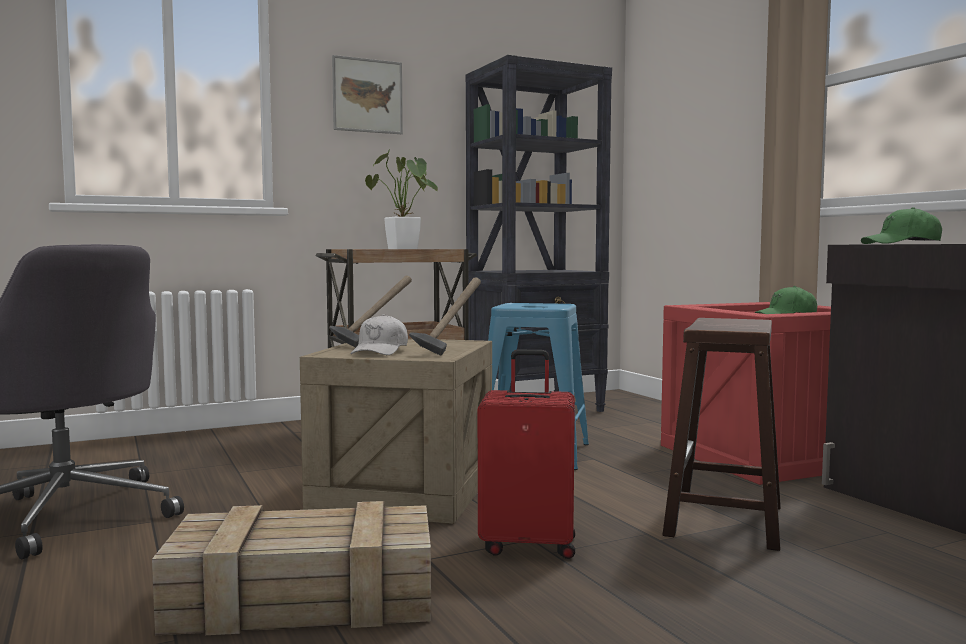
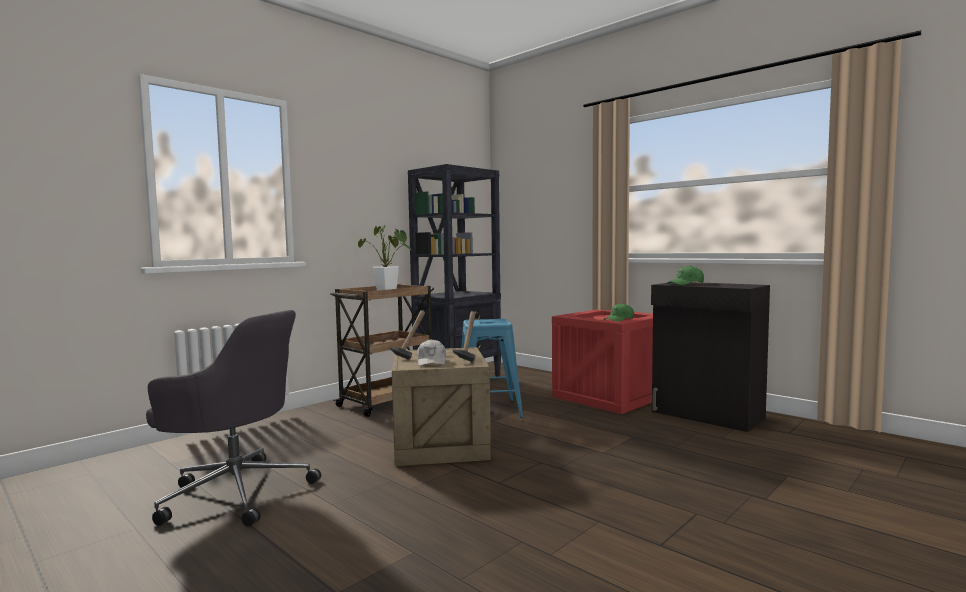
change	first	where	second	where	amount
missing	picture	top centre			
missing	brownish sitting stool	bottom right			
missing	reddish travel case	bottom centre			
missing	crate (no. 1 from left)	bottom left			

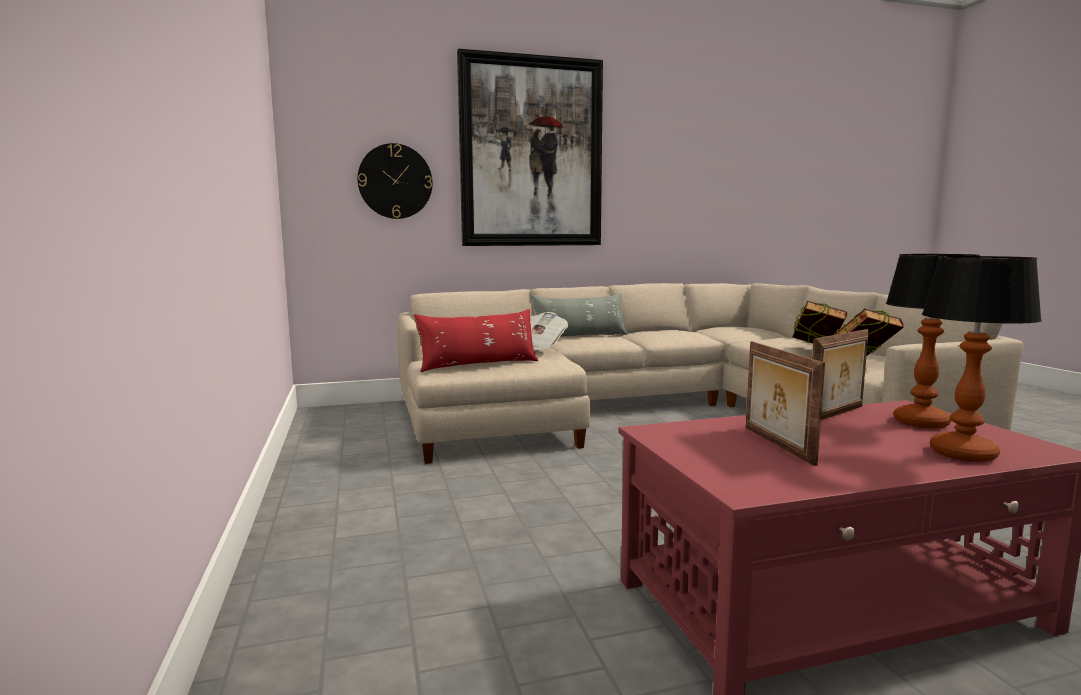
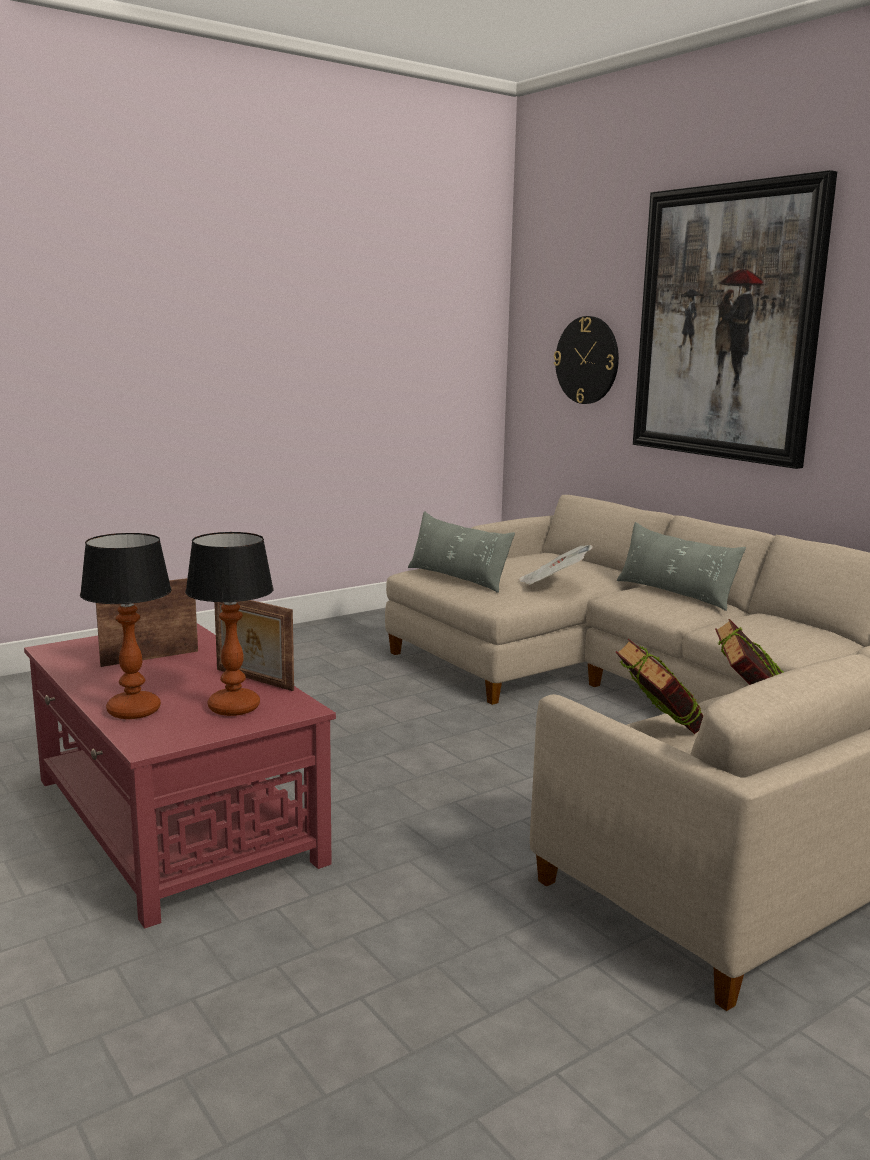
change	first	where	second	where	amount
colour	reddish cushion	centre	greyish cushion (no. 1 from left)	centre	

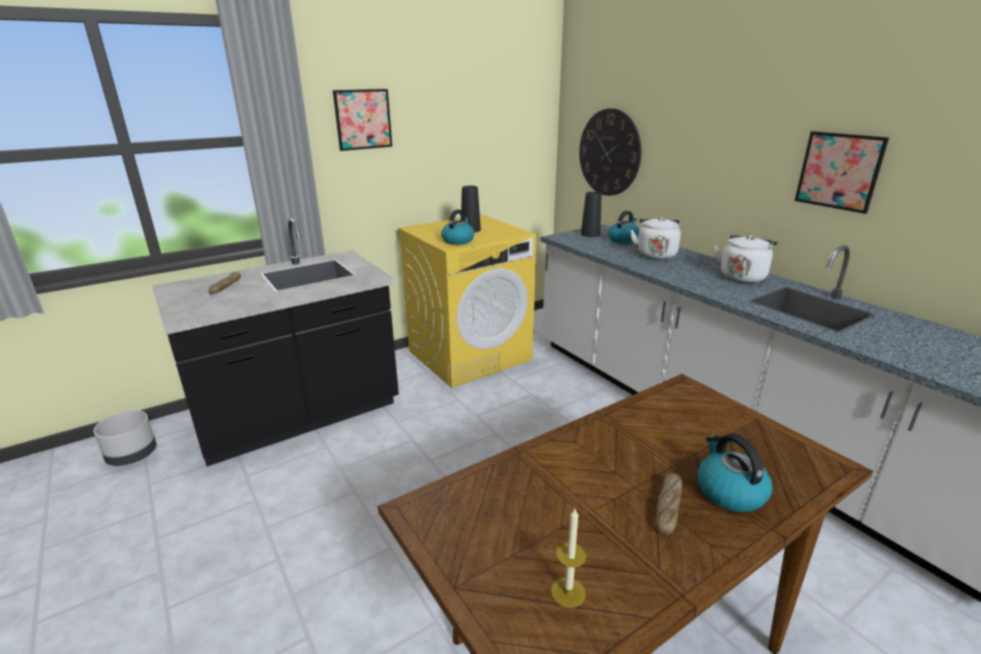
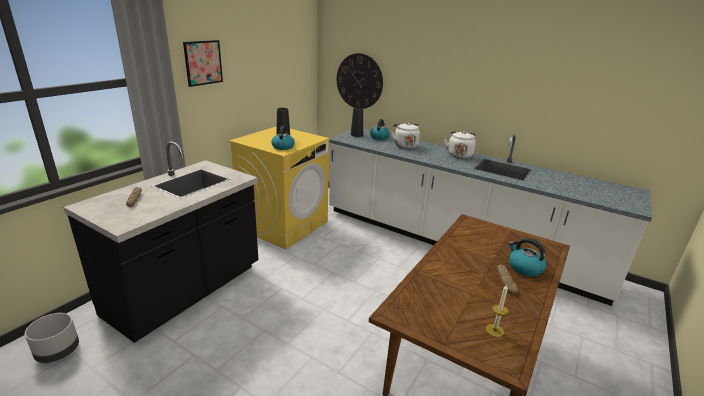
change	first	where	second	where	amount
missing	picture (no. 2 from left)	top right			

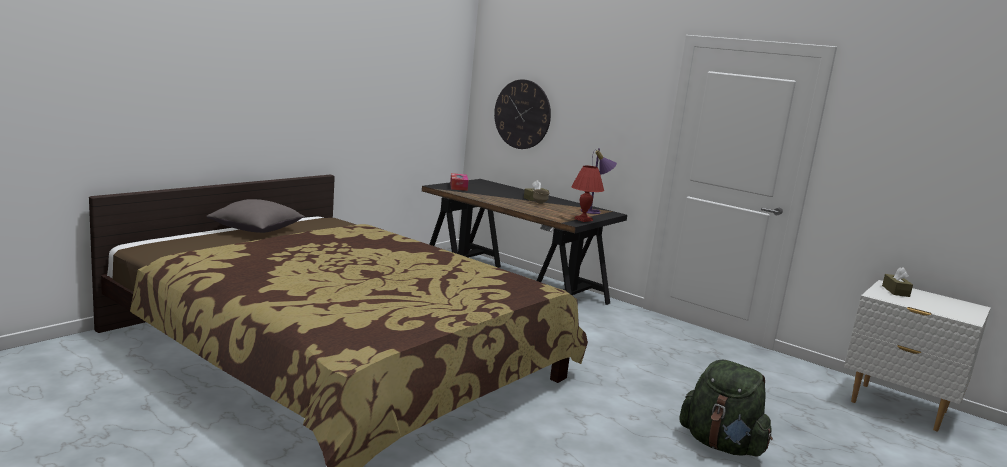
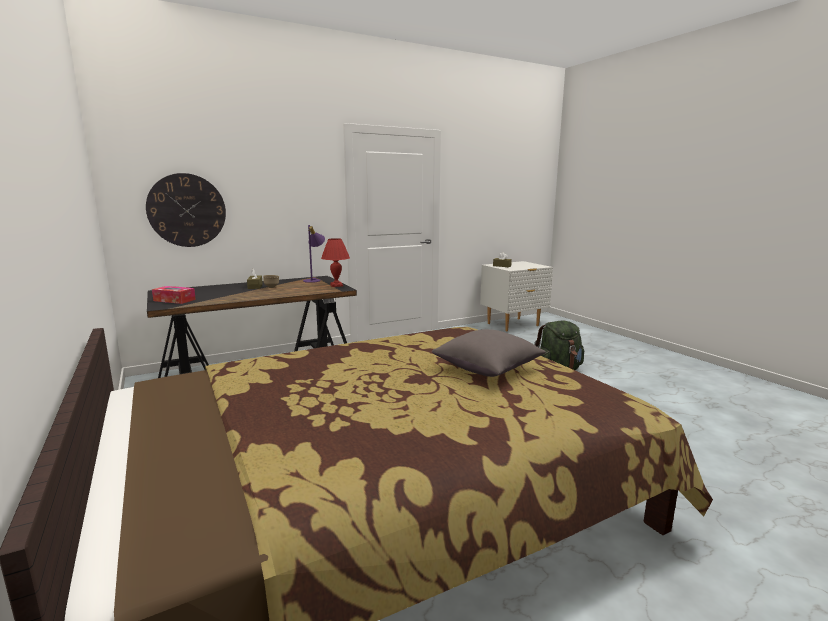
change	first	where	second	where	amount
relocated	greyish cushion	middle left		centre	

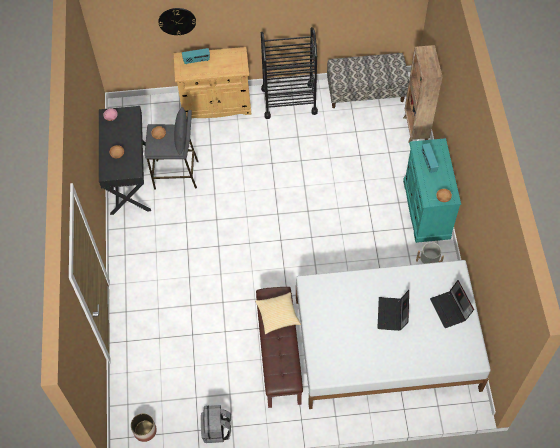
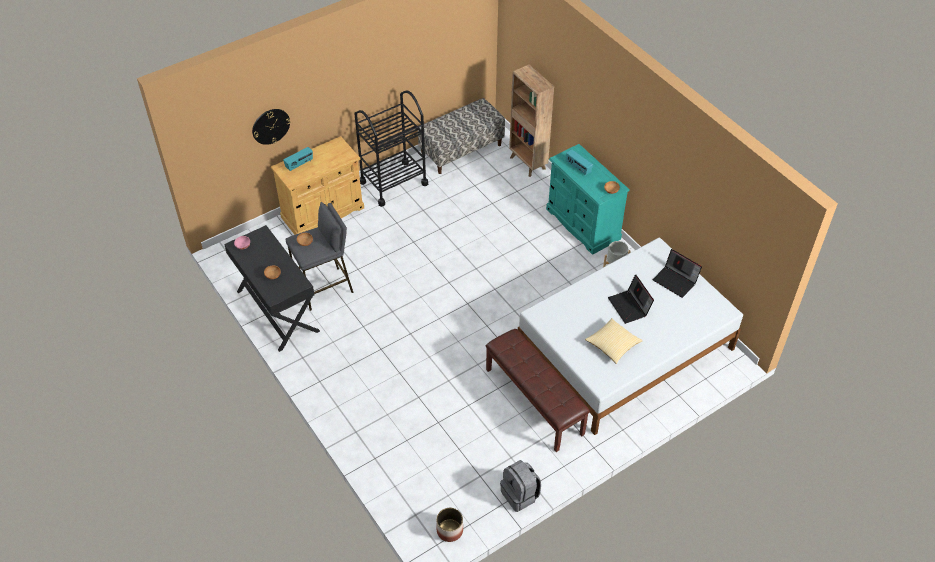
change	first	where	second	where	amount
relocated	cushion	bottom centre		centre	

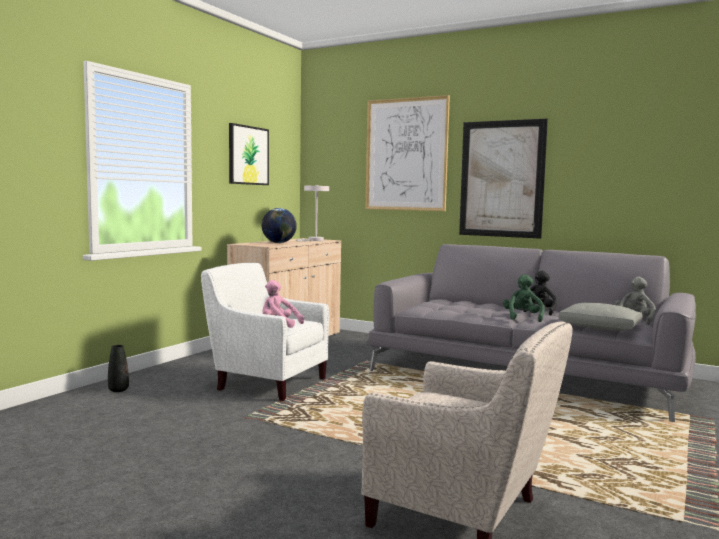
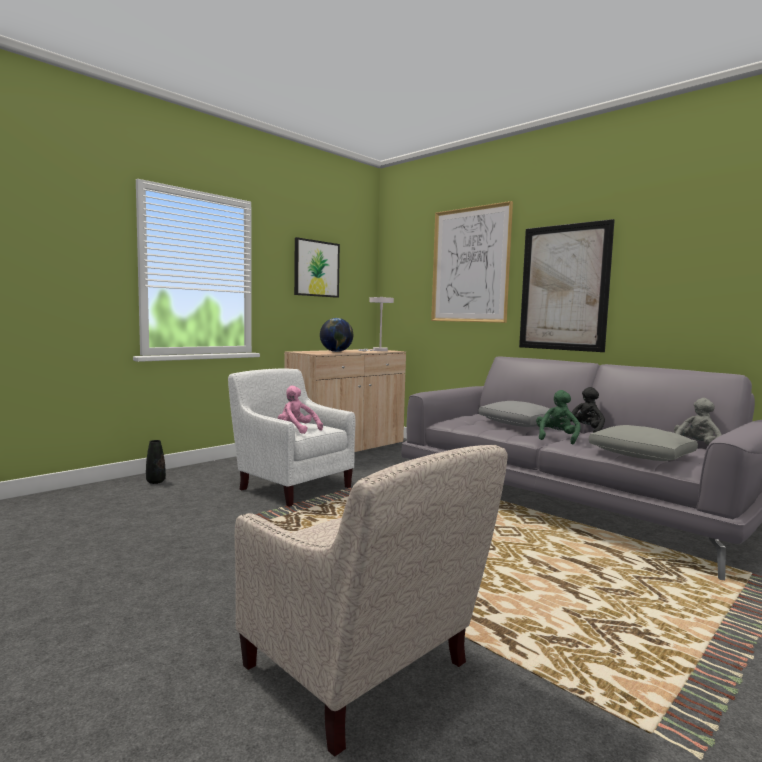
change	first	where	second	where	amount
appeared			greyish cushion (no. 1 from left)	middle right	

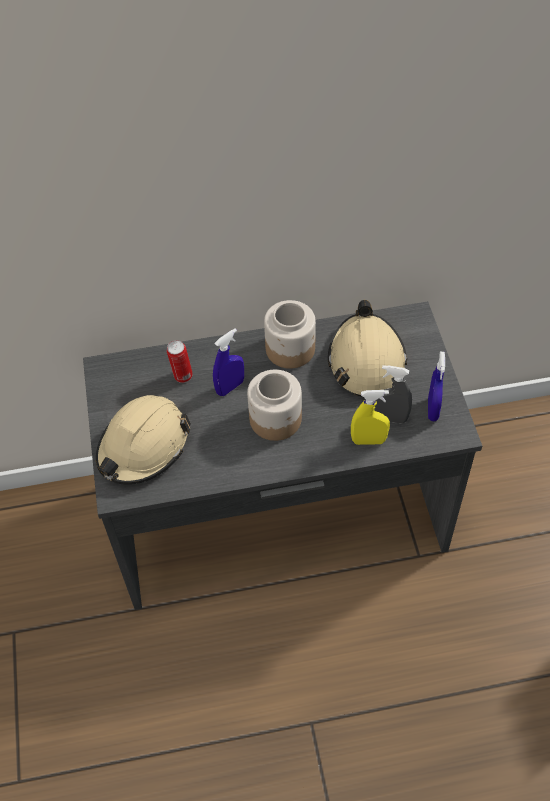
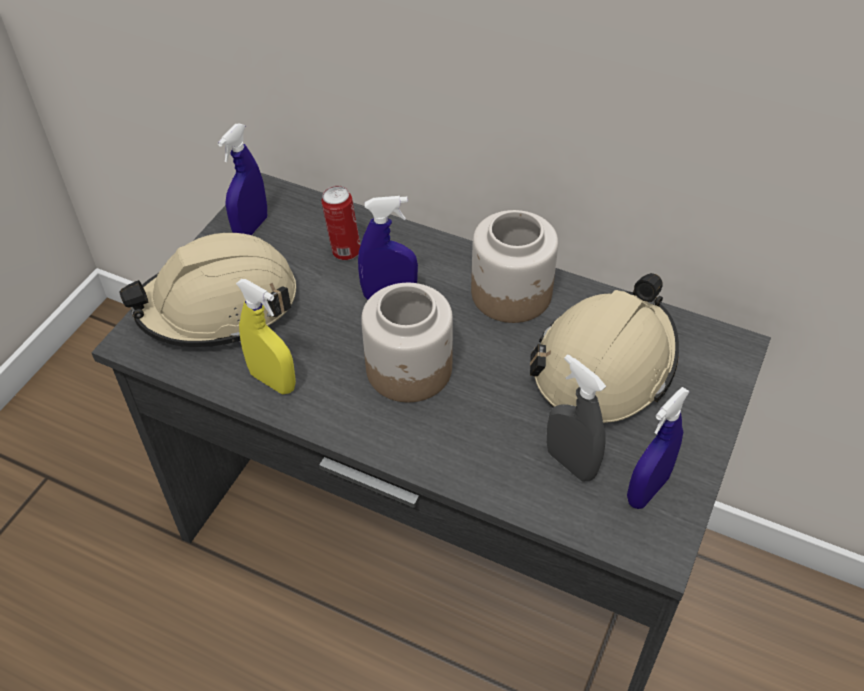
change	first	where	second	where	amount
relocated	yellow-coloured spray bottle	middle right		middle left	
appeared			blue-coloured spray bottle (no. 1 from left)	top left	

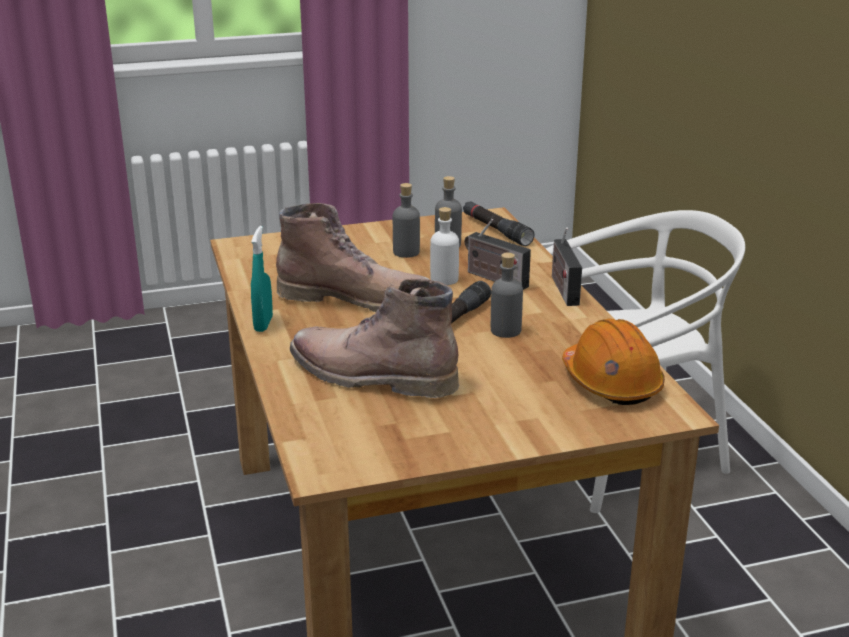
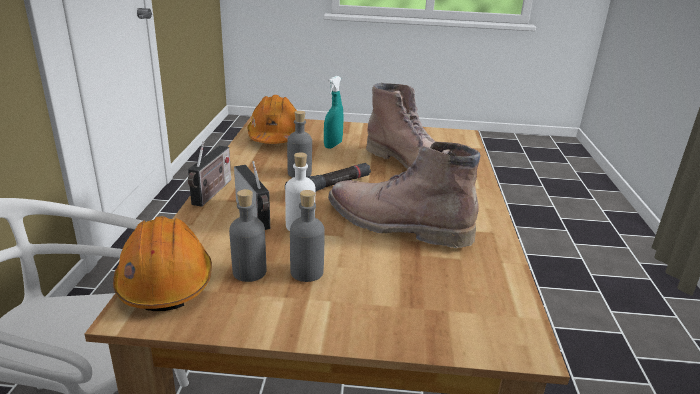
change	first	where	second	where	amount
exchanged	black-coloured torch (no. 2 from left)	centre	orange hard hat (no. 1 from left)	bottom left	
relocated	turquoise spray bottle	middle left		top centre	

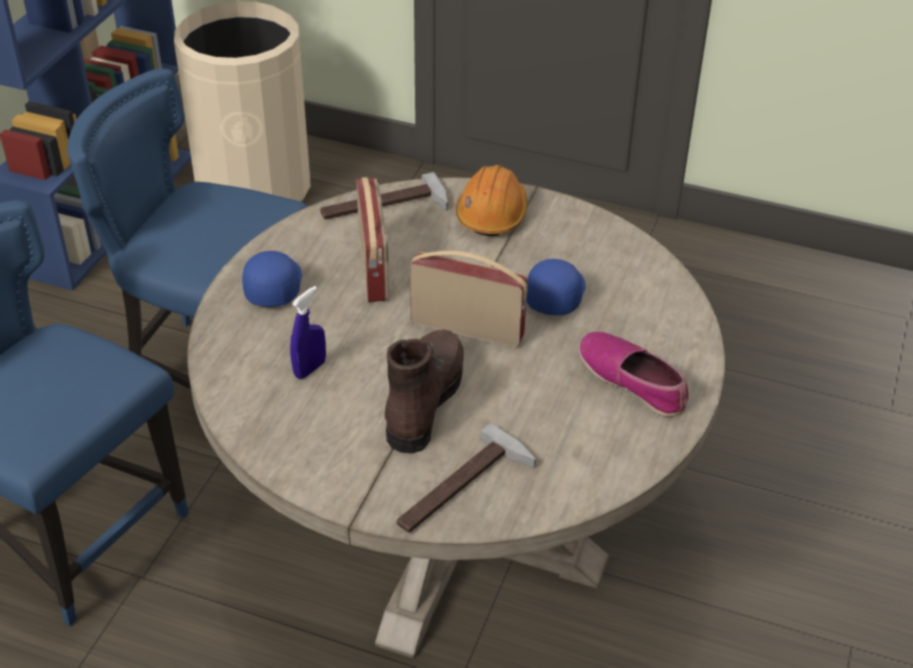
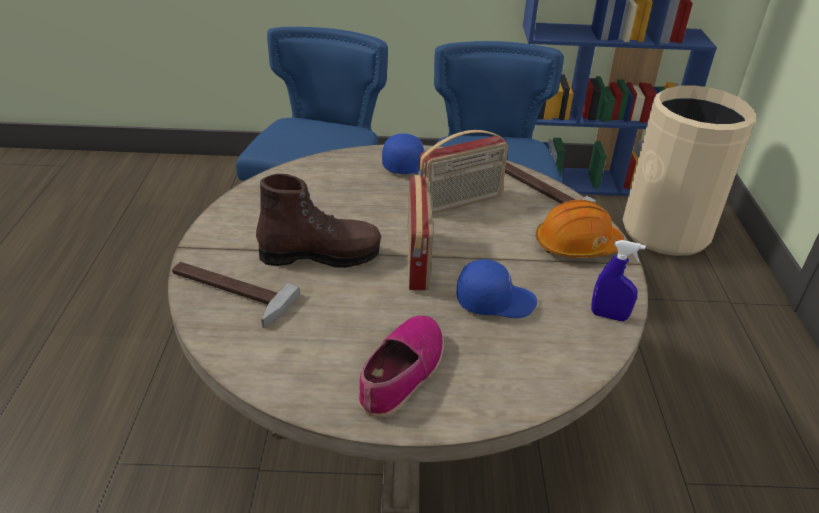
change	first	where	second	where	amount
relocated	blue-coloured spray bottle	centre		middle right	

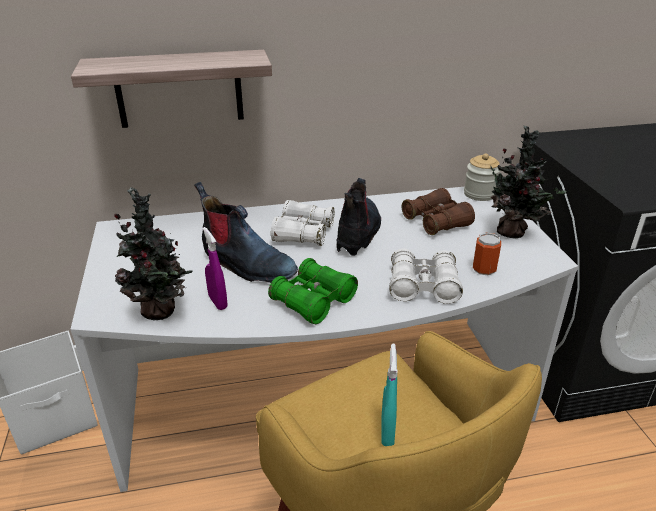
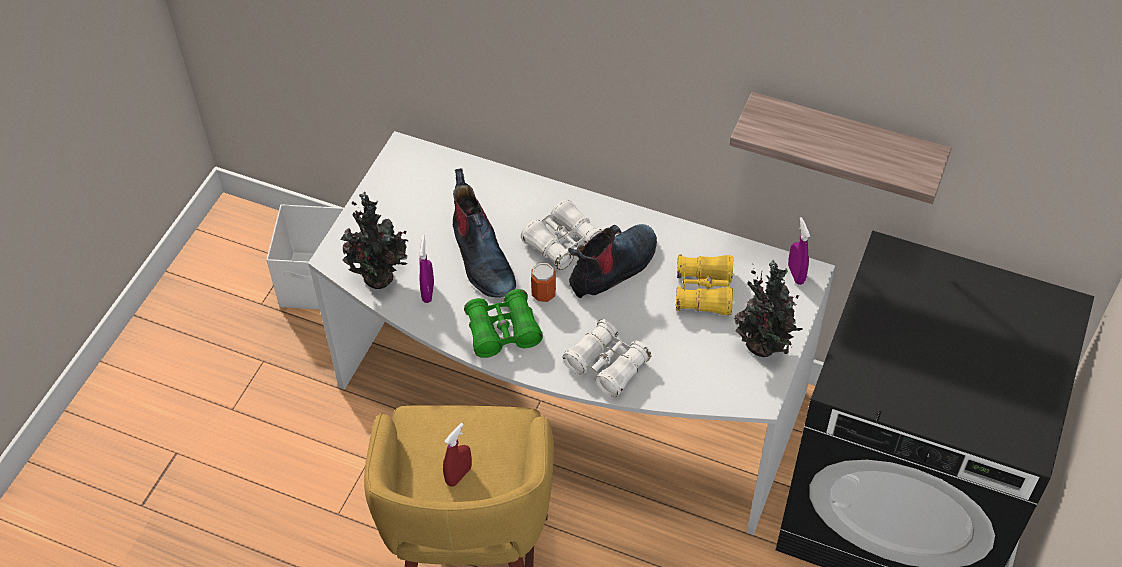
change	first	where	second	where	amount
relocated	wall shelf	top left		top right	
exchanged	storage jar	middle right	purplish spray bottle (no. 2 from left)	middle right	
colour	brownish field glasses	middle right	yellow-coloured field glasses	centre	
relocated	sealed can	middle right		centre	
colour	turquoise spray bottle	bottom centre	reddish spray bottle	bottom centre	

